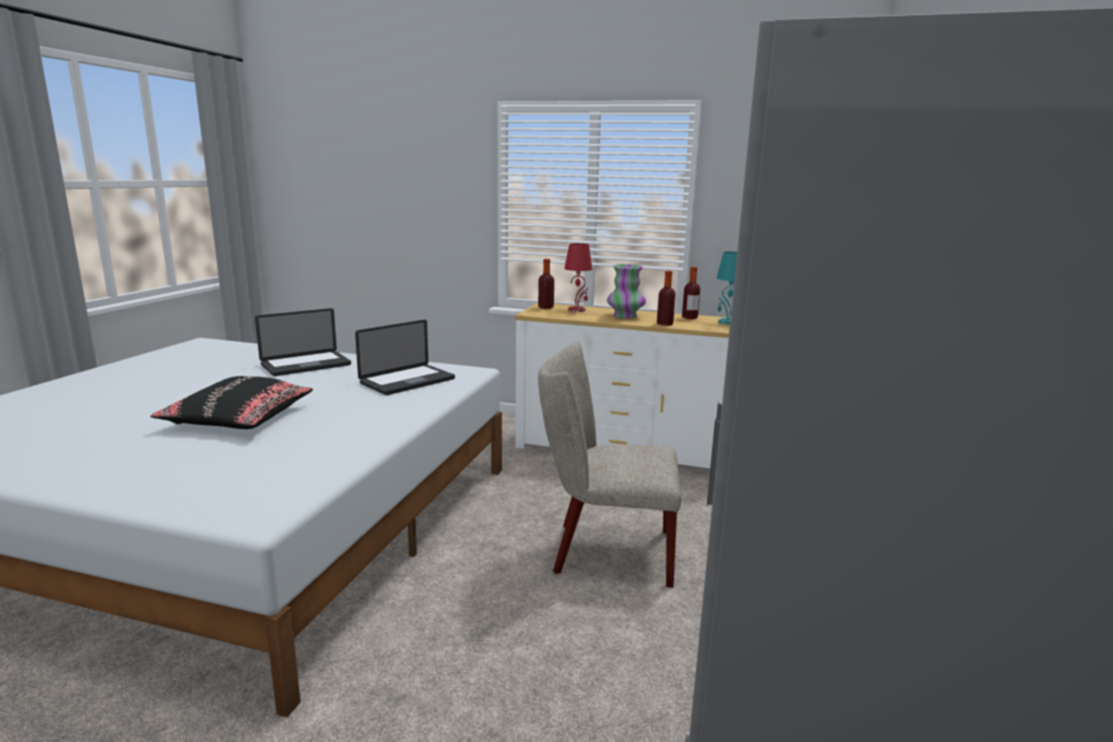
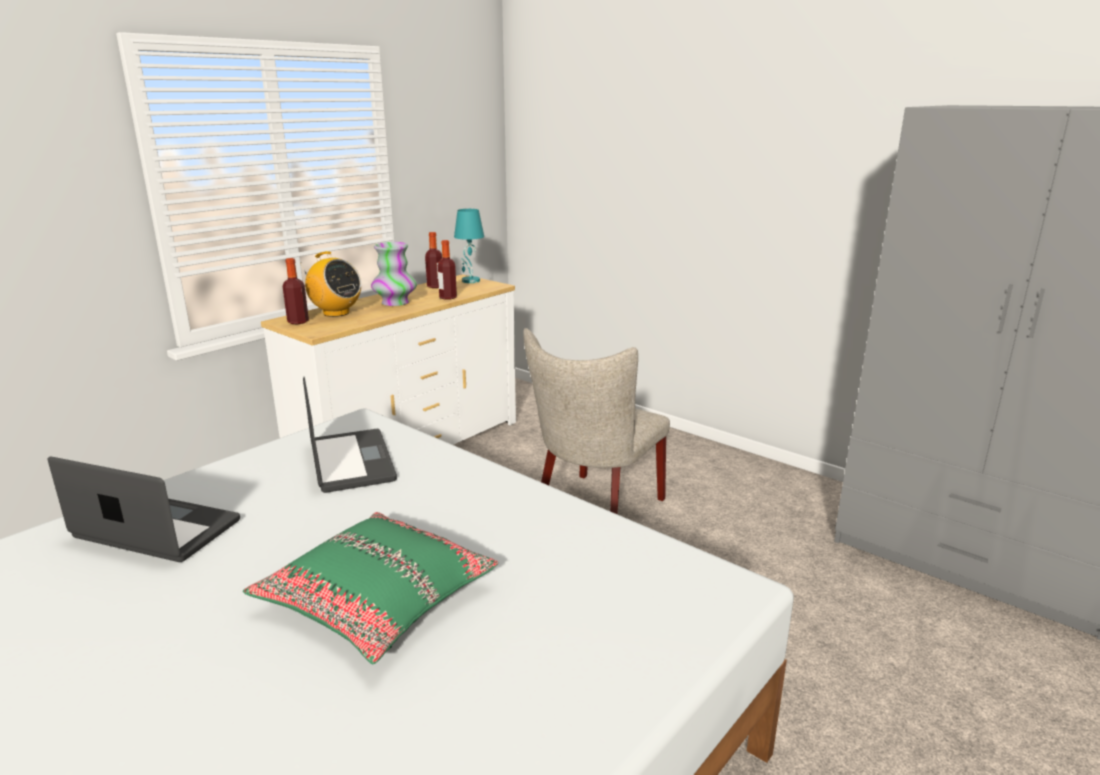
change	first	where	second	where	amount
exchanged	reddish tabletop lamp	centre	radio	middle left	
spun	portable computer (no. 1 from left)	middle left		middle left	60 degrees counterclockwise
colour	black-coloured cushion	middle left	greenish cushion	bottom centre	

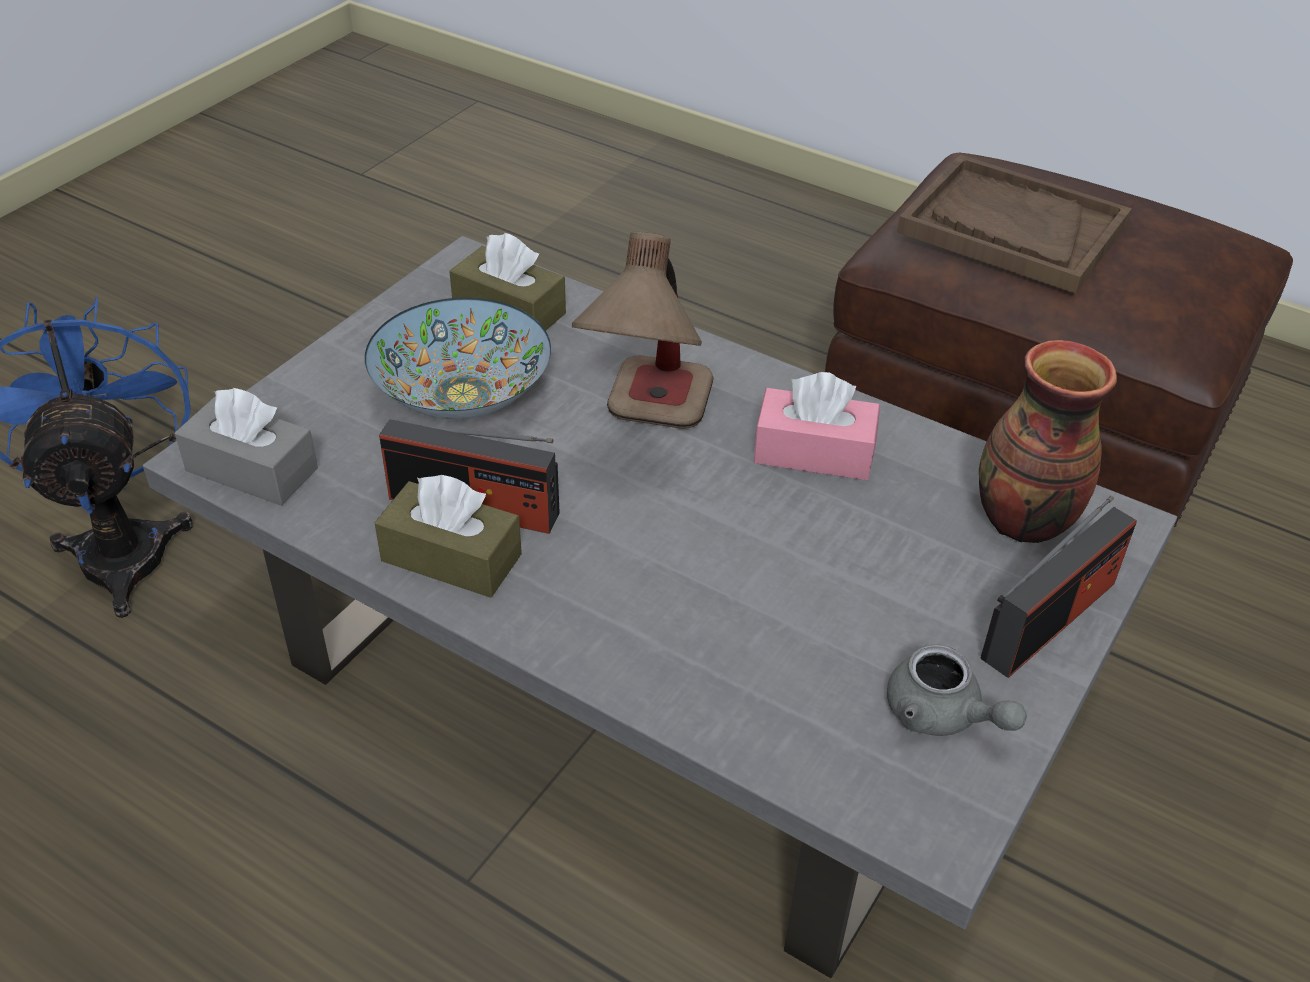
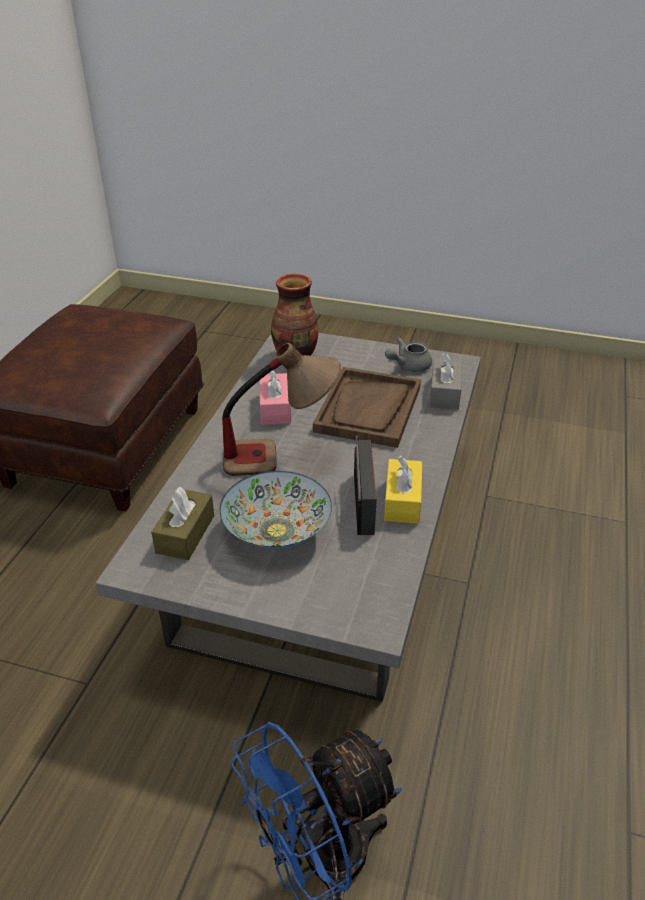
change	first	where	second	where	amount
relocated	brownish serving tray	top right		centre	
relocated	greyish box of tissues	middle left		middle right	
colour	brownish box of tissues (no. 1 from left)	centre	yellow-coloured box of tissues	centre	
missing	radio (no. 2 from left)	middle right			
spun	greyish pot for tea	bottom right		centre	150 degrees counterclockwise

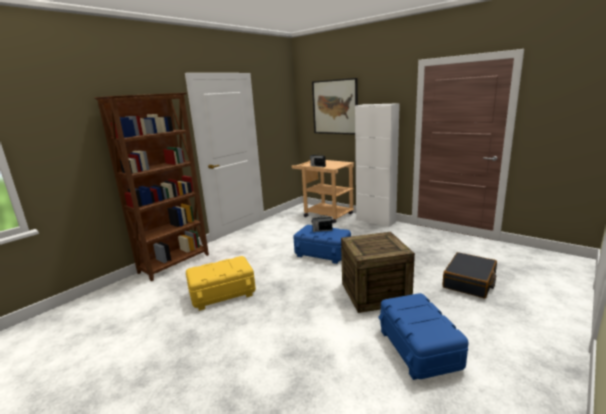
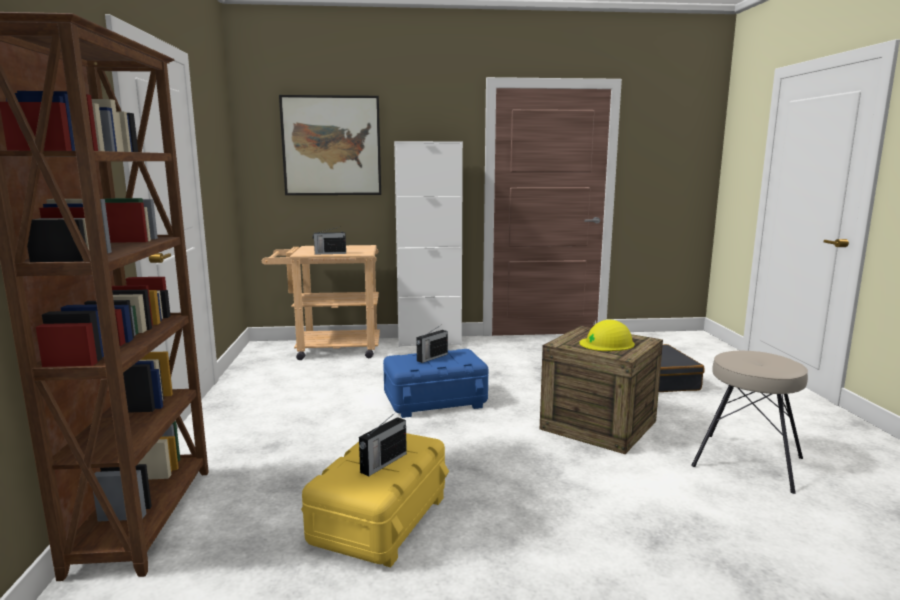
change	first	where	second	where	amount
exchanged	blue-coloured storage box (no. 2 from left)	bottom right	sand-coloured sitting stool	bottom right	
appeared			yellow-coloured hard hat	middle right	
appeared			radio (no. 2 from left)	bottom centre	

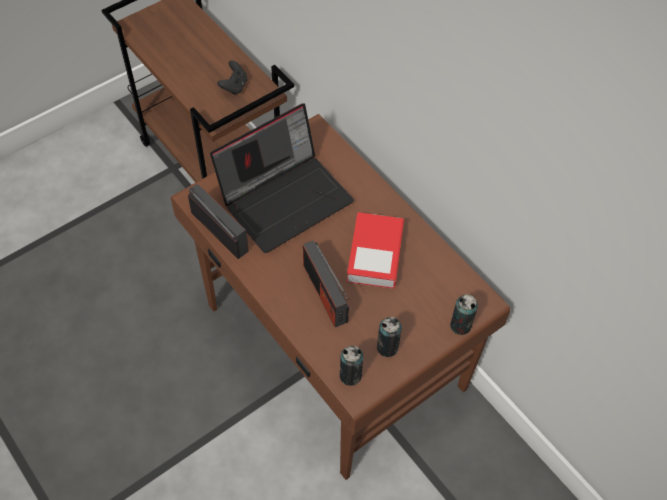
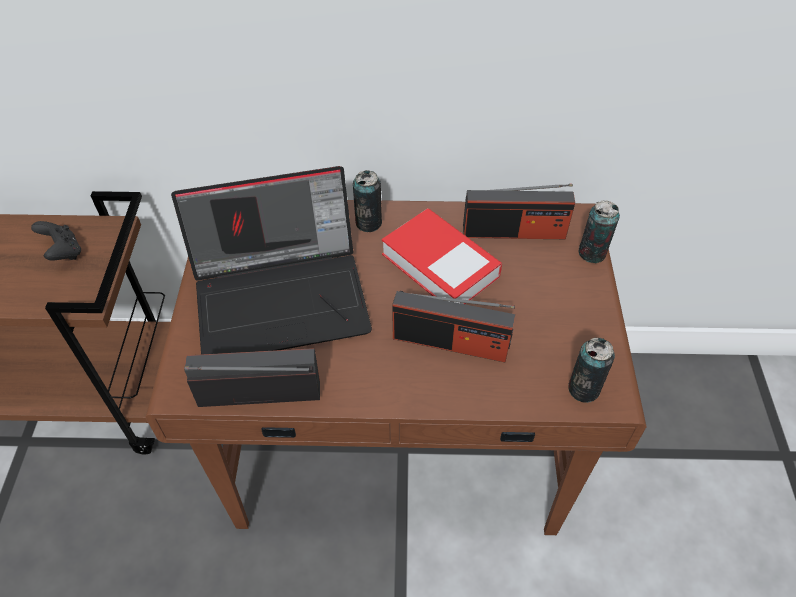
change	first	where	second	where	amount
spun	portable computer	centre		centre	75 degrees clockwise
relocated	sealed can (no. 2 from left in the first image)	bottom centre	sealed can (no. 1 from left)	centre	
appeared			radio (no. 3 from left)	centre	

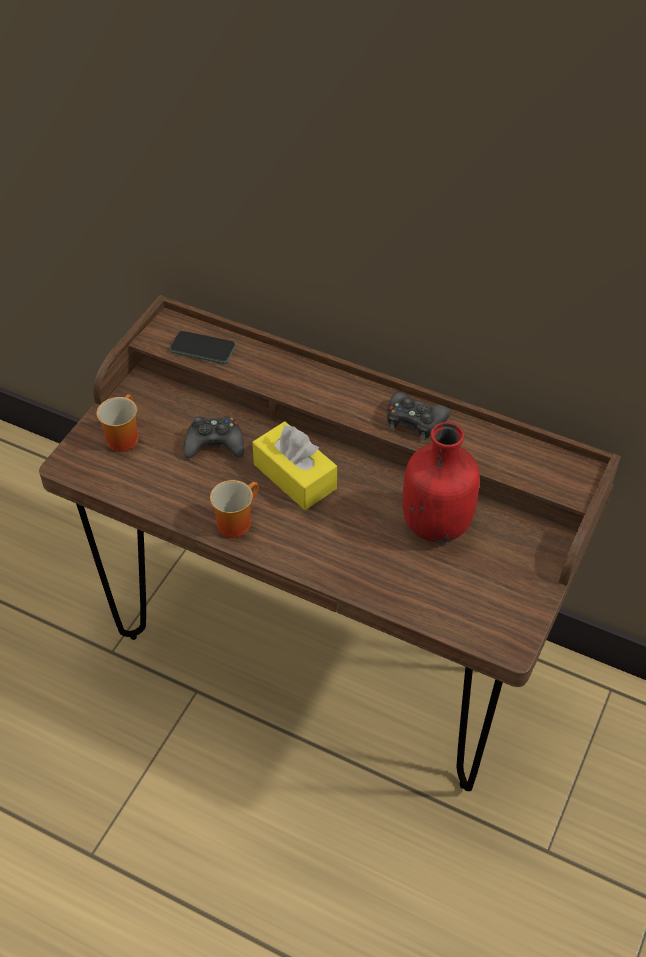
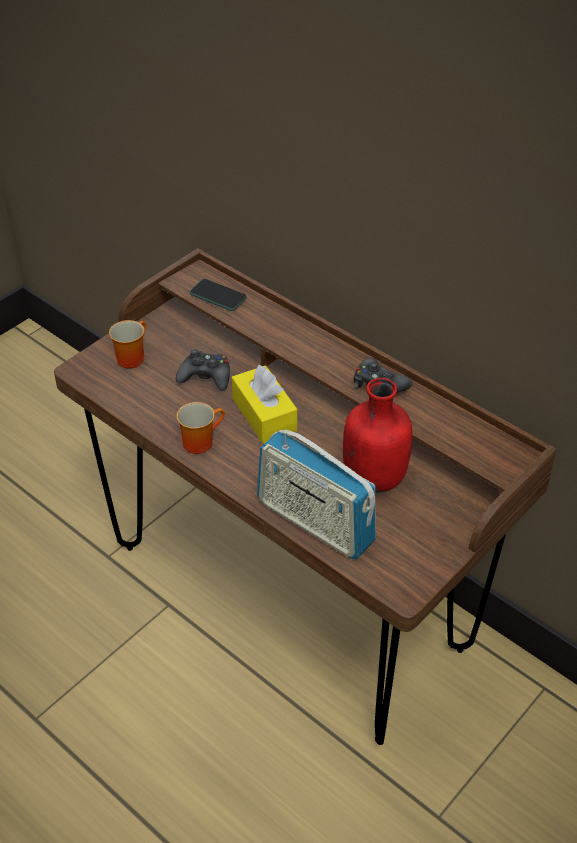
change	first	where	second	where	amount
appeared			radio	centre	

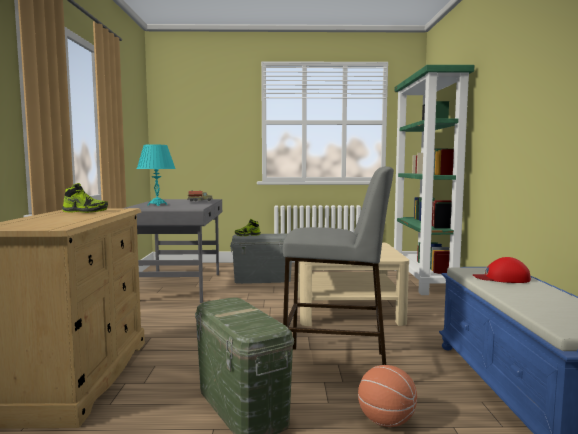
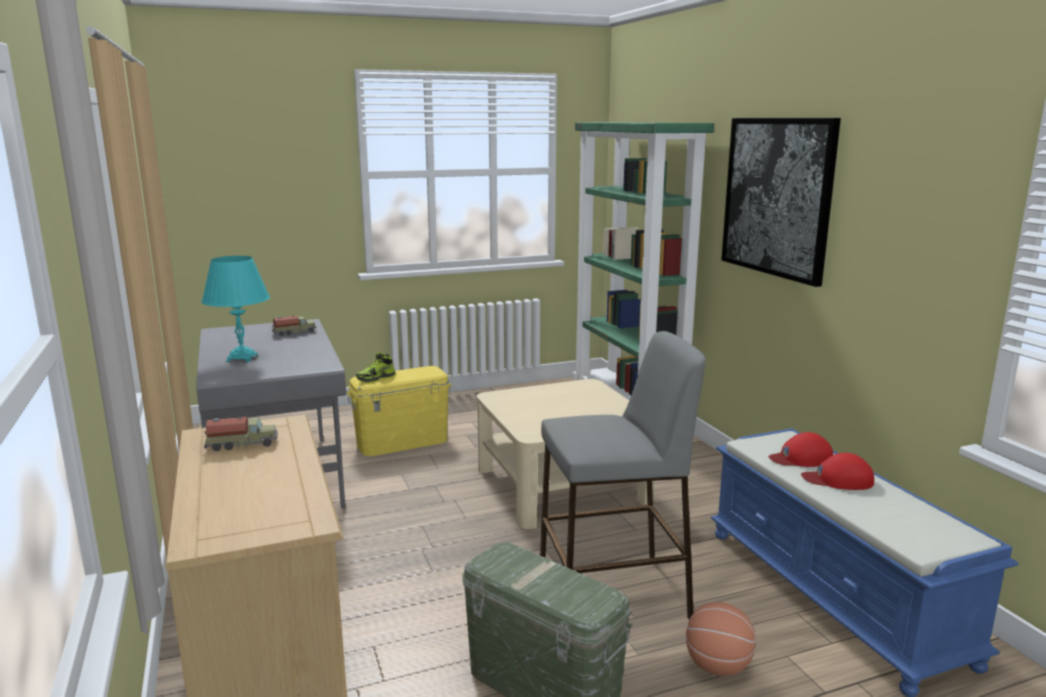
change	first	where	second	where	amount
exchanged	low shoe (no. 1 from left)	middle left	model truck (no. 1 from left)	middle left	
colour	greyish storage box	centre	yellow-coloured storage box	centre	
appeared			picture	top right	
appeared			reddish baseball cap (no. 2 from left)	bottom right	

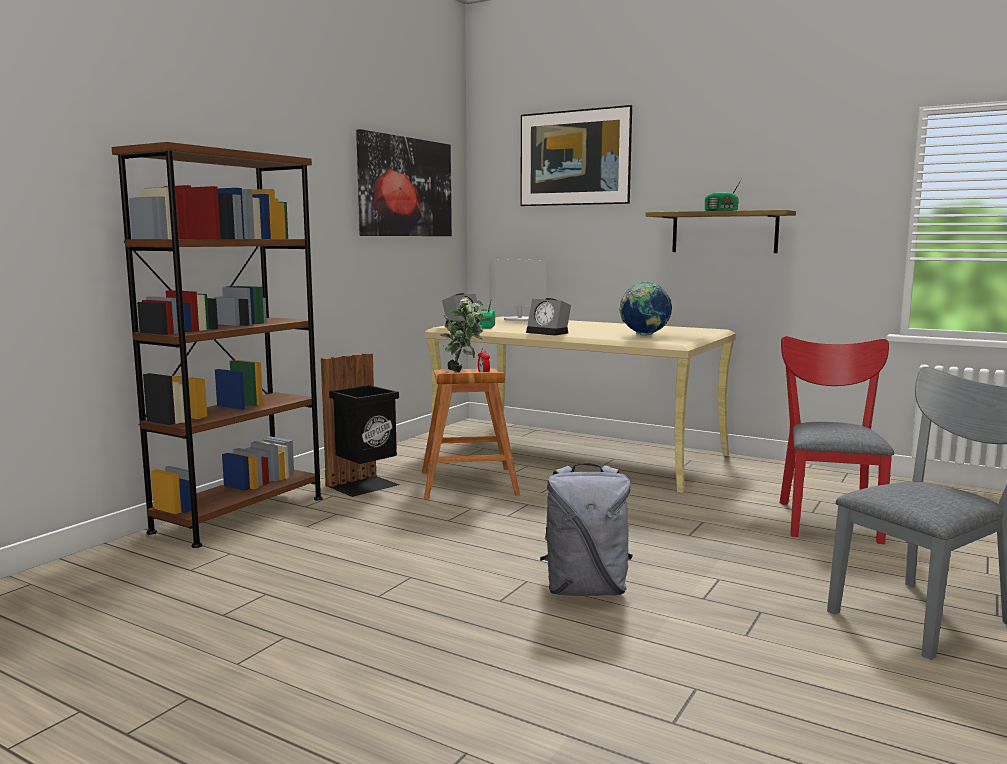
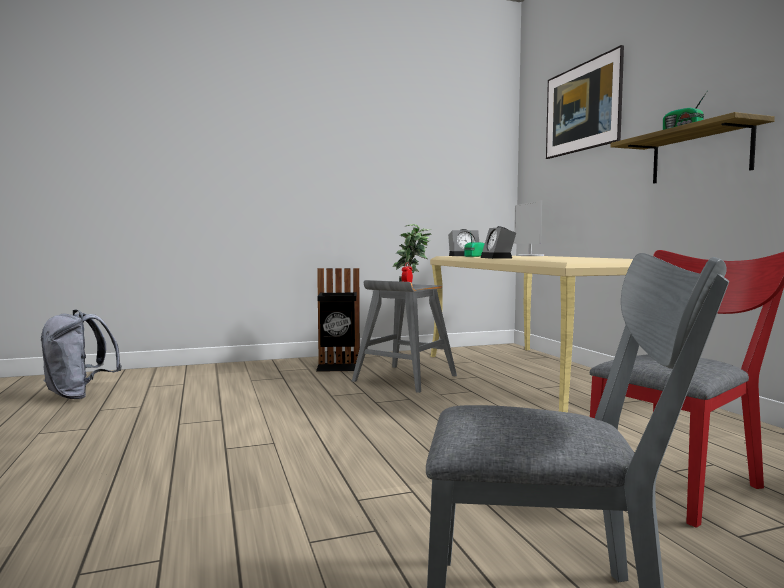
change	first	where	second	where	amount
missing	picture (no. 1 from left)	top centre			
missing	brownish bookshelf	middle left			
missing	world globe	centre			
colour	brownish sitting stool	centre	greyish sitting stool	centre	
relocated	greyish knapsack	bottom centre		middle left	

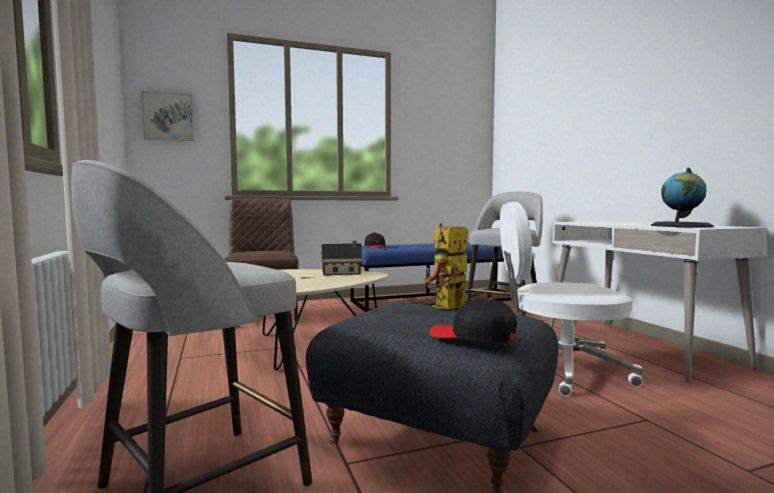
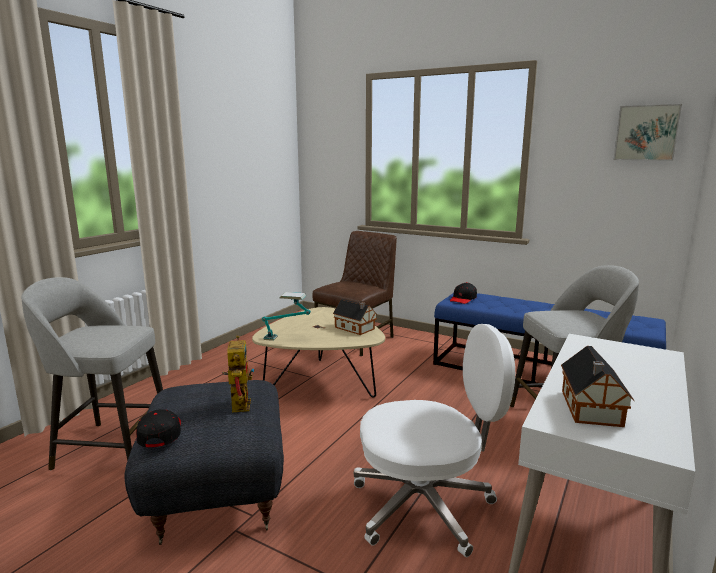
change	first	where	second	where	amount
relocated	picture	top left		top right	
exchanged	world globe	middle right	model house (no. 2 from left)	bottom right	
spun	whitish office chair	middle right		bottom centre	120 degrees clockwise
spun	toy robot	centre		middle left	75 degrees clockwise
appeared			tabletop lamp	centre	

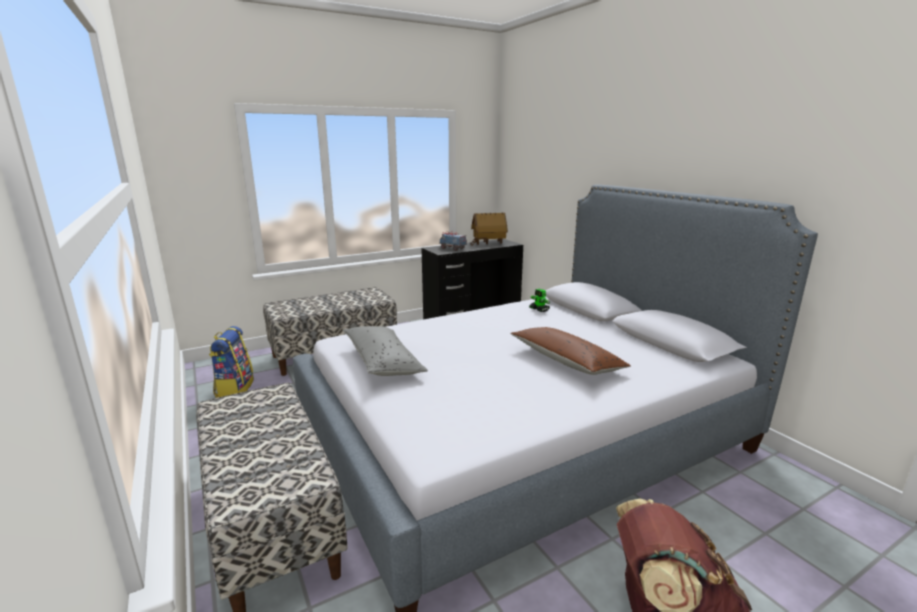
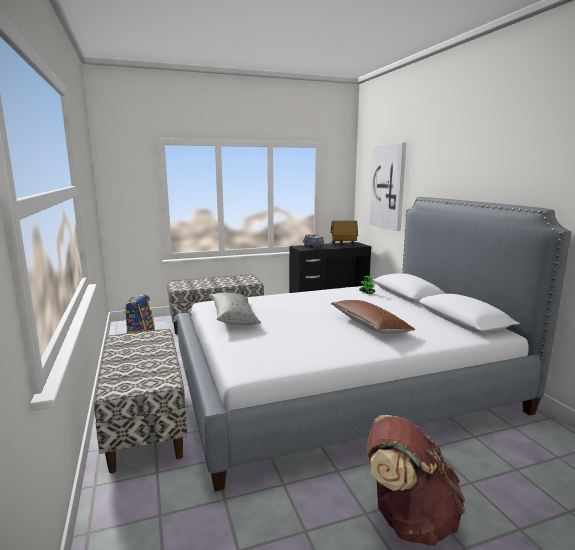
change	first	where	second	where	amount
appeared			picture	middle right	

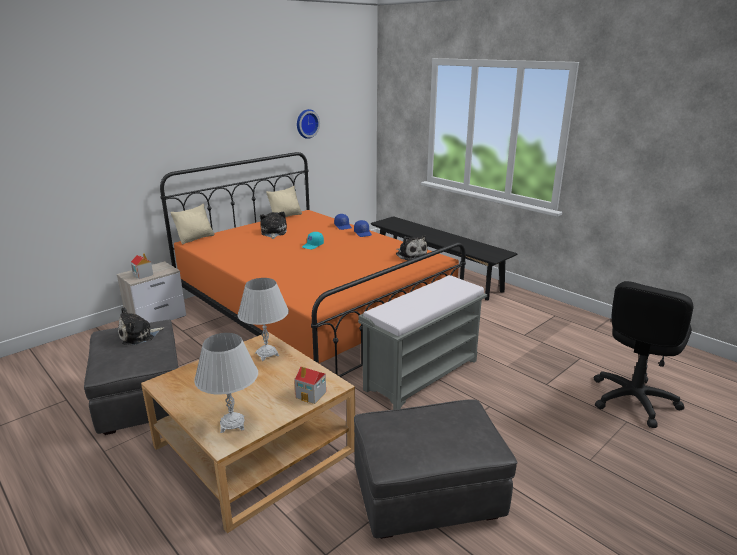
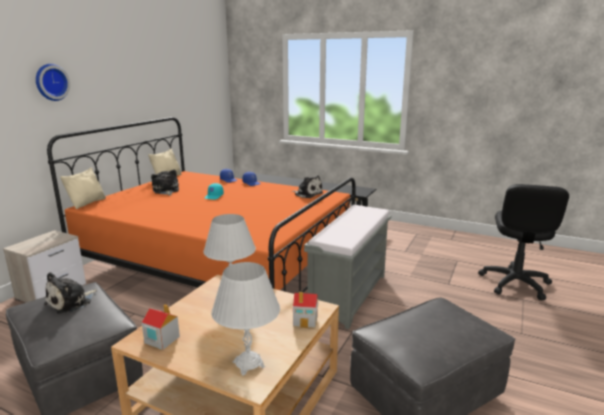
change	first	where	second	where	amount
relocated	clock on the wall	top centre		top left	
relocated	model house (no. 1 from left)	middle left		bottom left	

